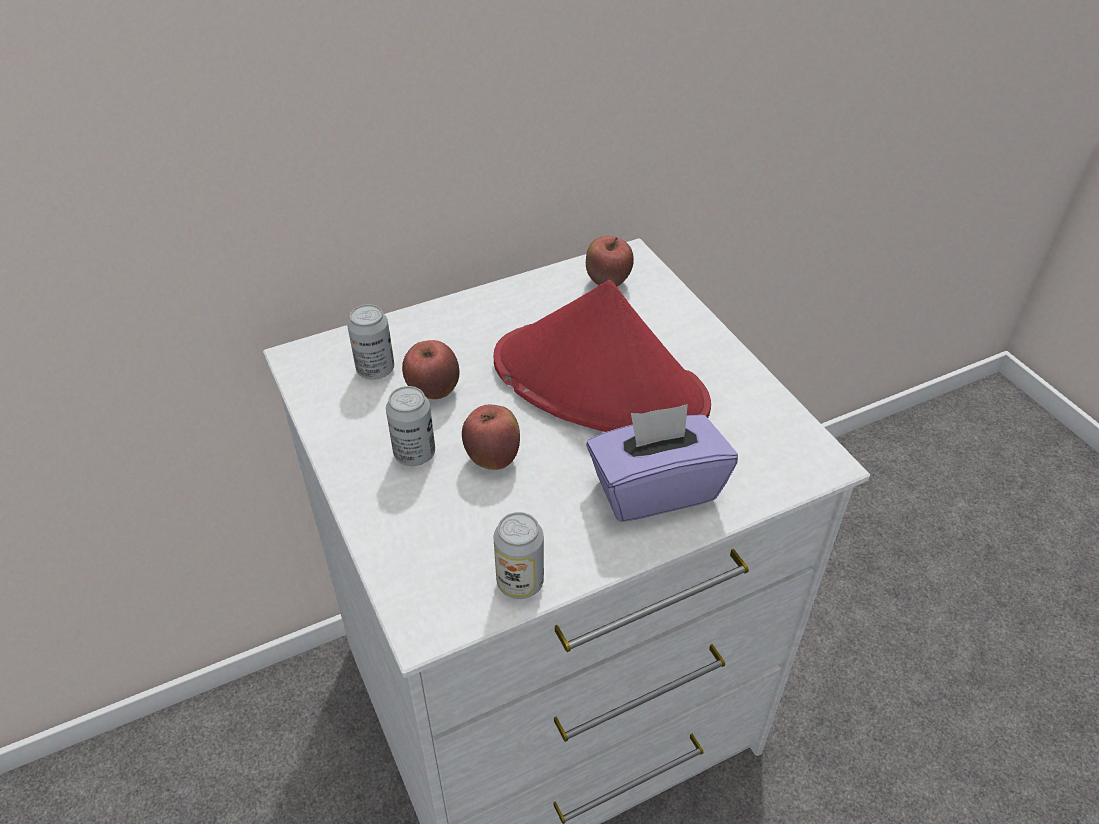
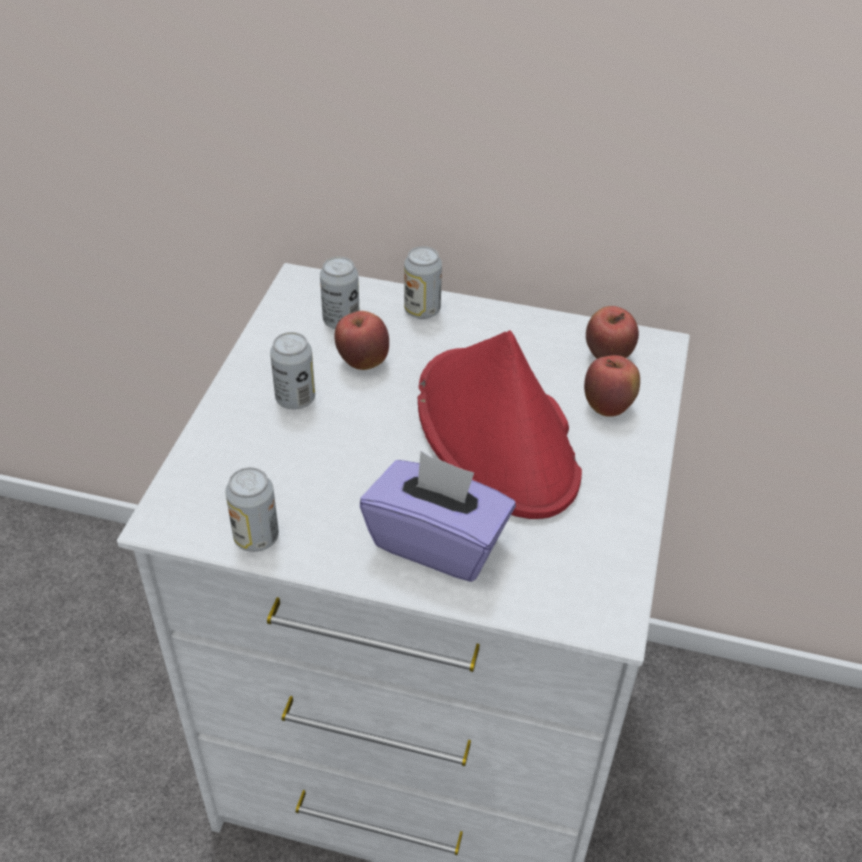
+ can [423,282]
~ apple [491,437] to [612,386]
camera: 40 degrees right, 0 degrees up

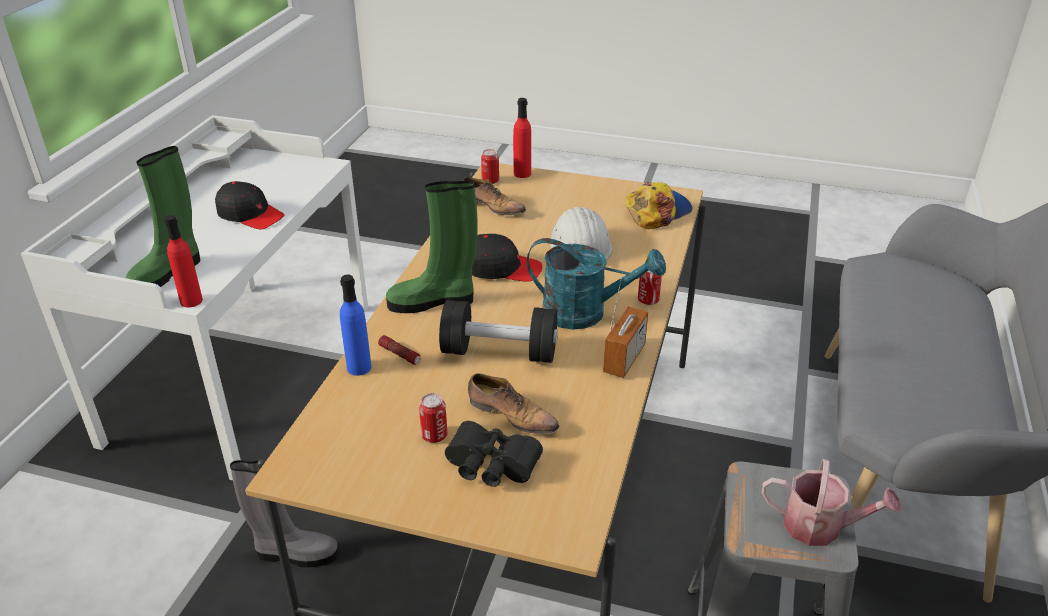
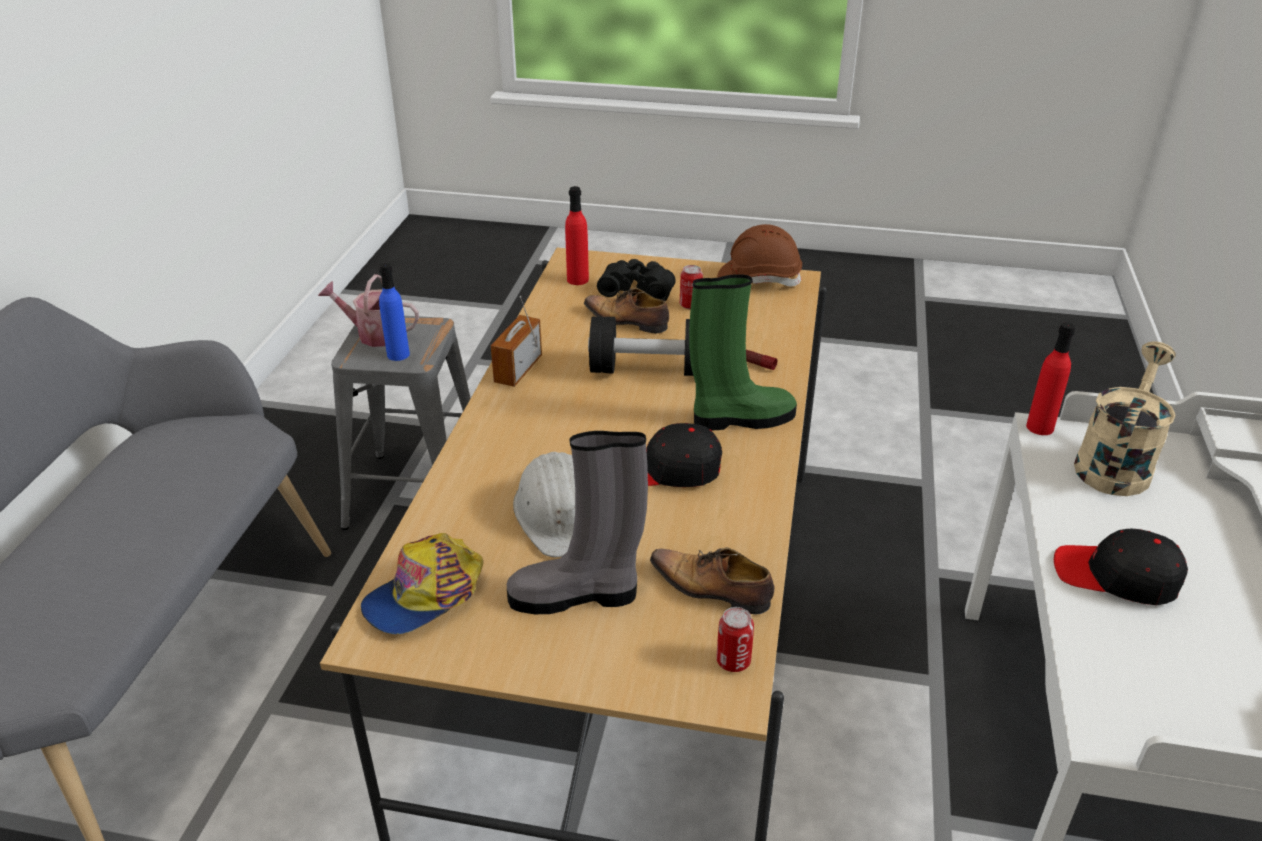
~ blue bottle [355,325] to [394,312]
~ grey boot [284,514] to [577,522]
~ red bottle [522,138] to [577,235]
+ brown hard hat [759,255]
~ green boot [163,216] to beige watering can [1125,418]
- turquoise watering can [596,284]
- can [650,287]
camera: 175 degrees right, 0 degrees up

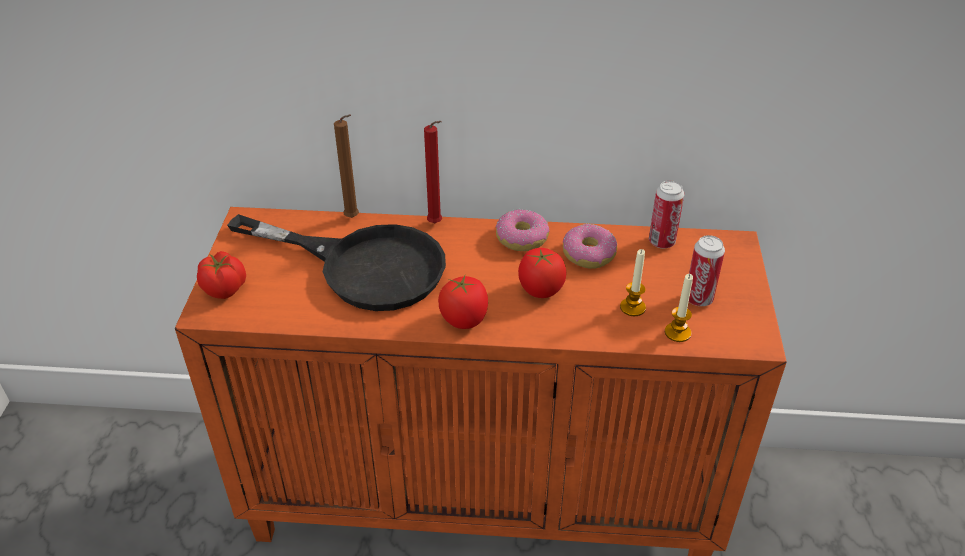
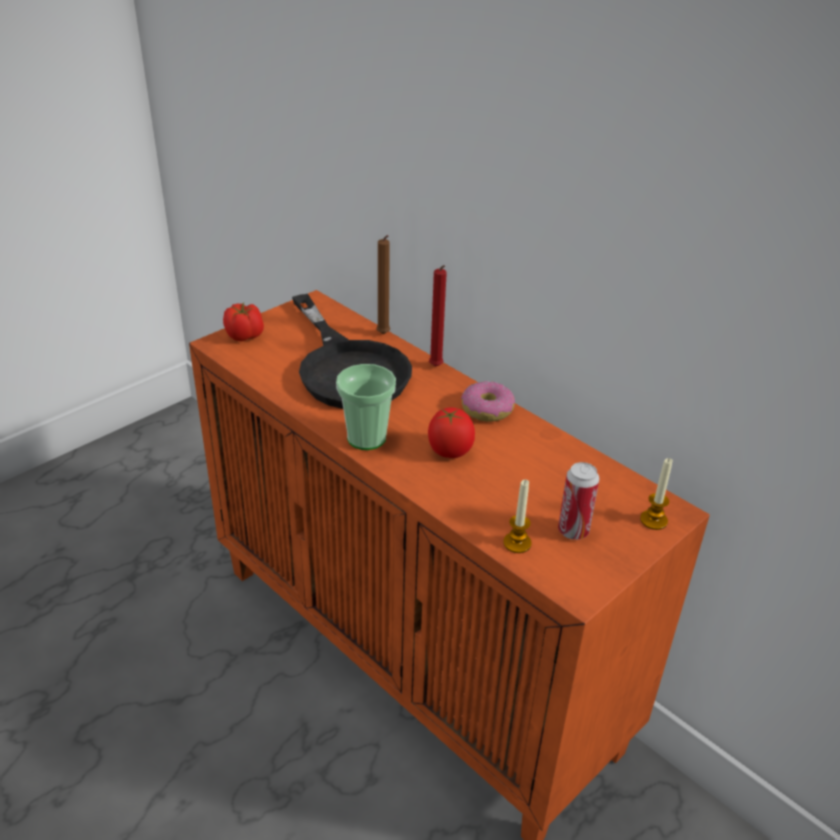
~ tomato [463,302] to cup [366,407]
~ candle [633,282] to [656,494]
- donut [590,246]
- can [666,215]
camera: 40 degrees right, 5 degrees down

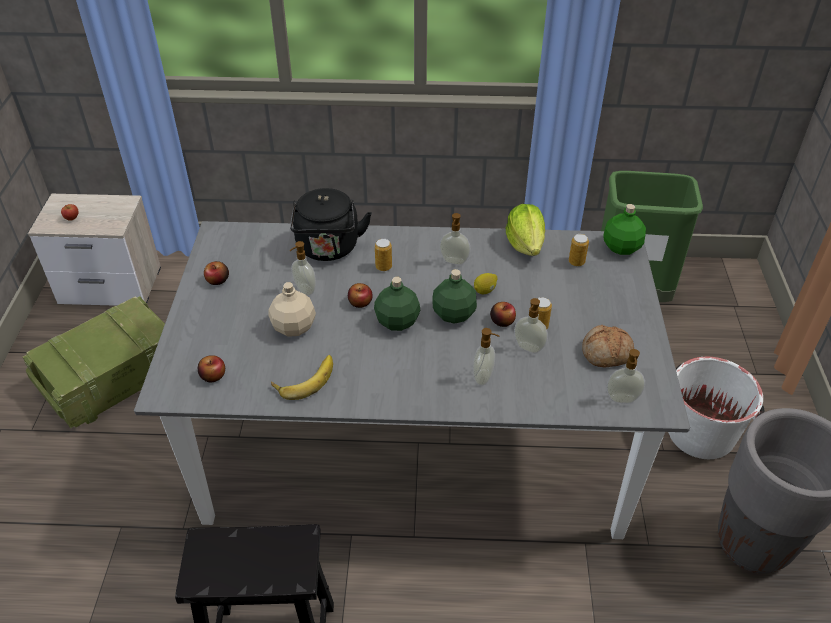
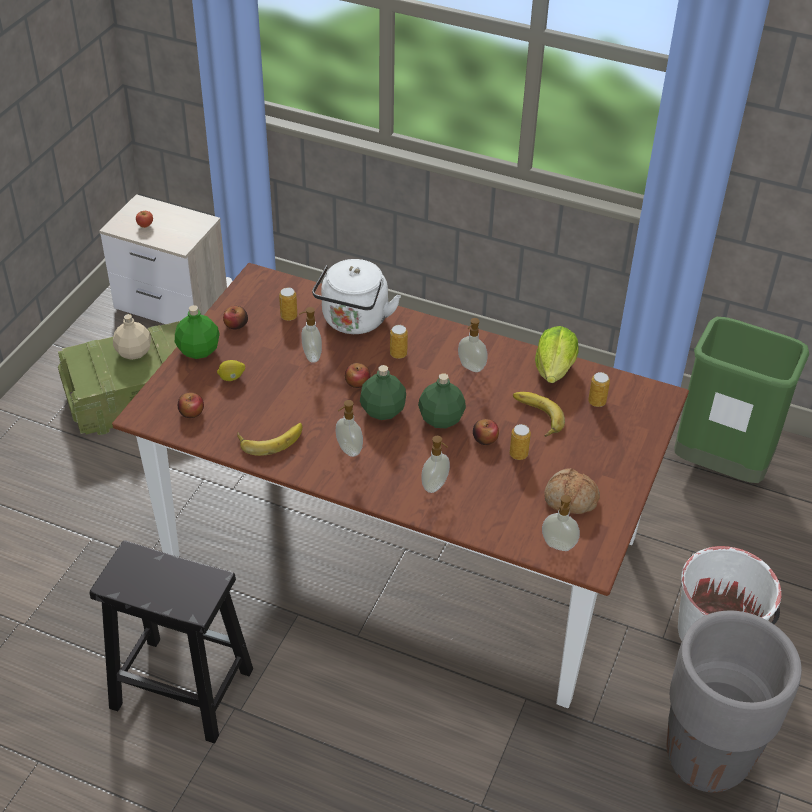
~ grey dining table [412,380] to brown dining table [400,485]
~ beige bottle [292,309] to [132,337]
~ green bottle [624,229] to [197,332]
~ lemon [485,283] to [231,370]
+ can [288,304]
~ black kettle [331,224] to white kettle [356,296]
~ soap dispenser [531,325] to [349,428]
+ banana [539,414]
camera: 20 degrees right, 0 degrees up

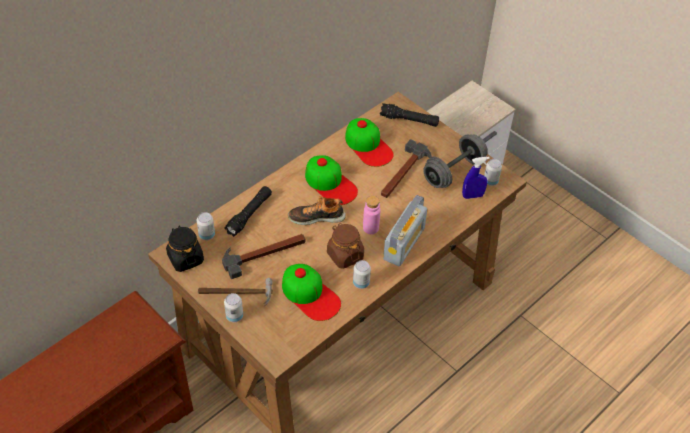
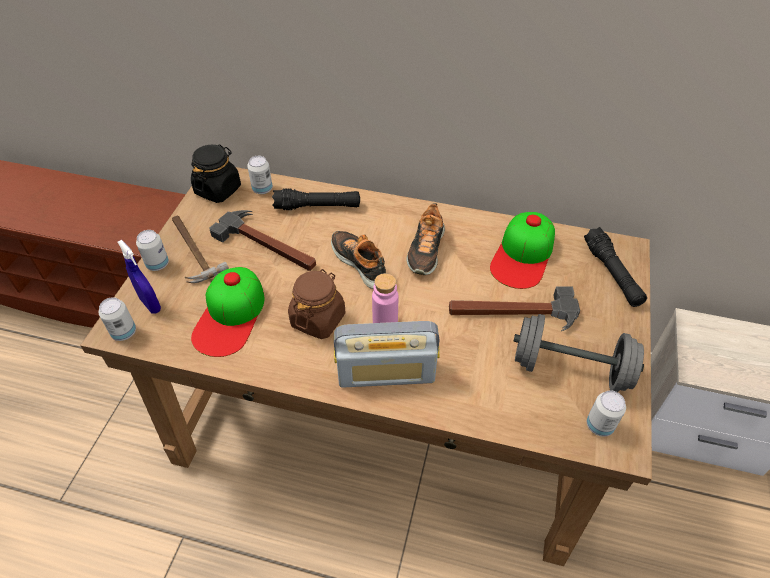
~ can [362,274] to [117,319]
~ blue spray bottle [476,178] to [139,277]
~ cap [331,180] to shoe [426,239]
camera: 60 degrees right, 0 degrees up

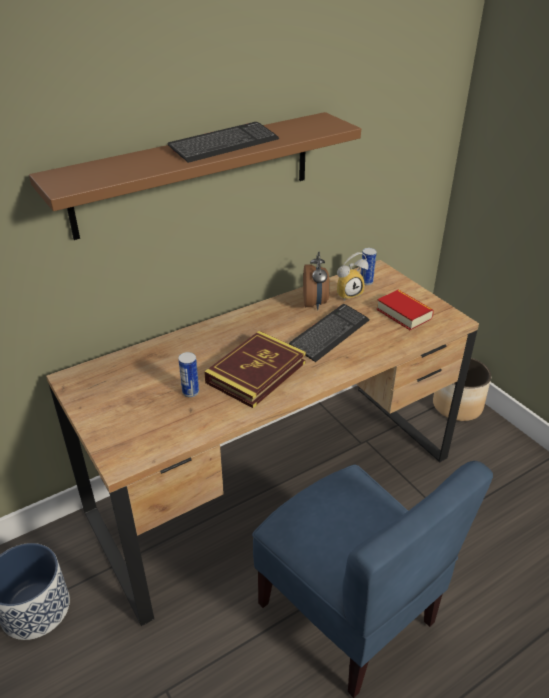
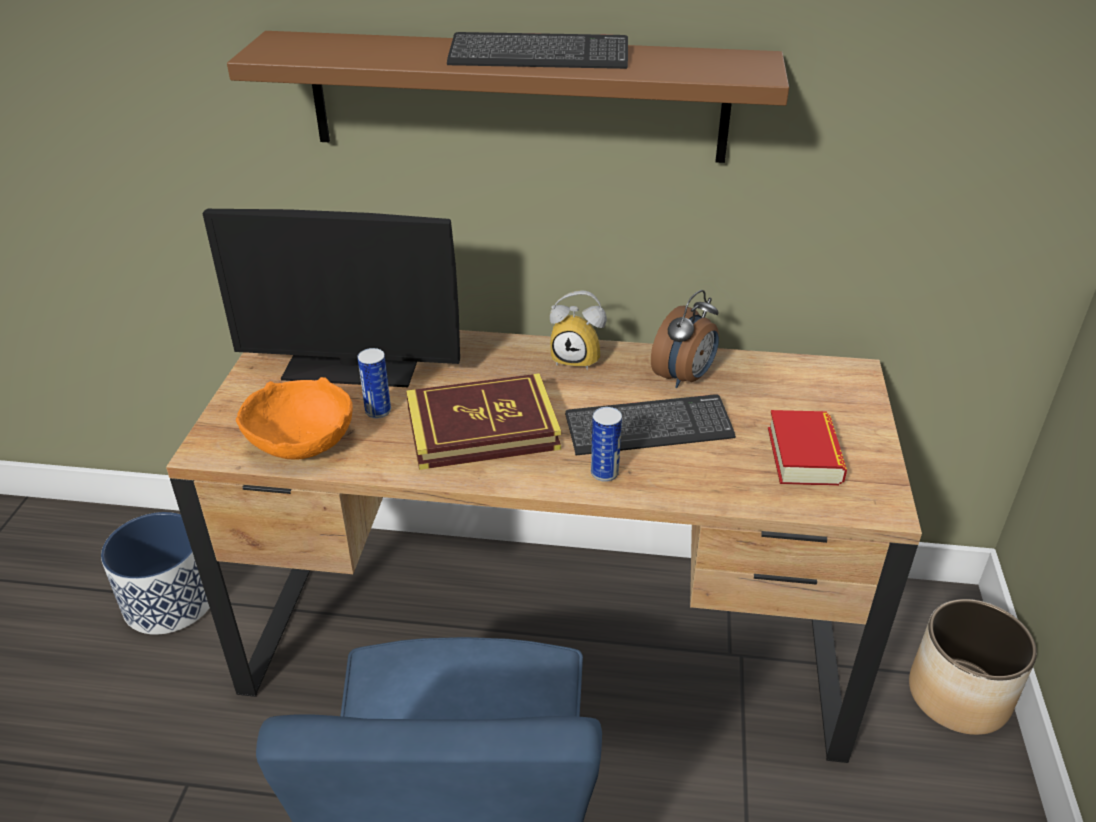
+ monitor [331,298]
+ orange bowl [294,418]
~ alarm clock [353,276] to [578,330]
~ can [369,266] to [606,444]
camera: 40 degrees right, 0 degrees up

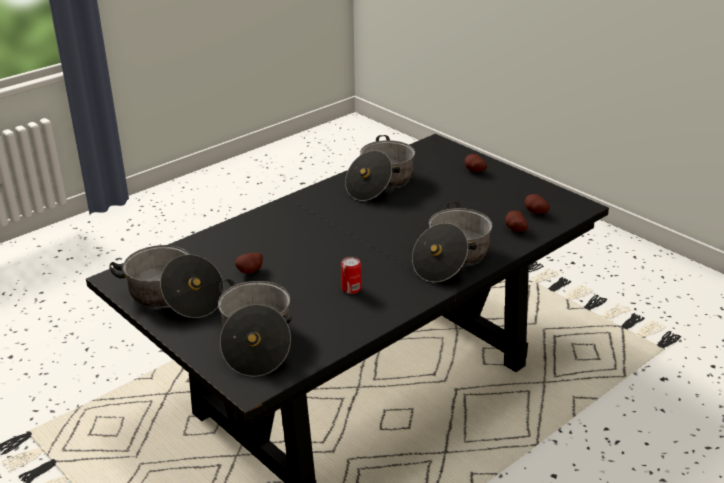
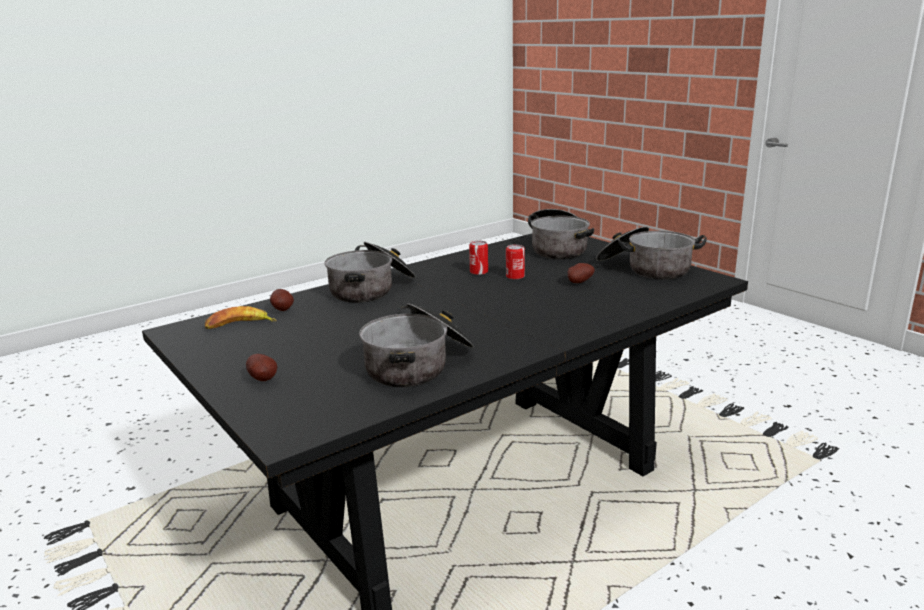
~ potato [537,204] to banana [241,317]
+ can [515,262]
camera: 175 degrees left, 10 degrees down

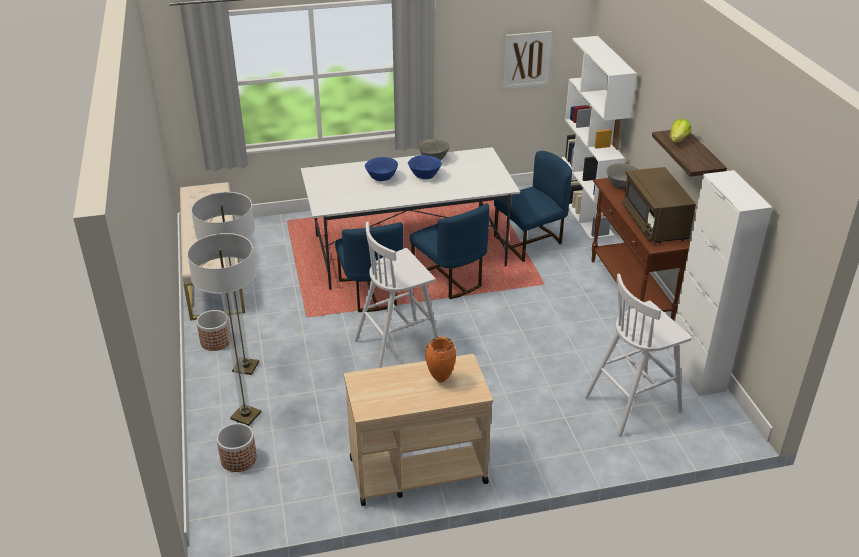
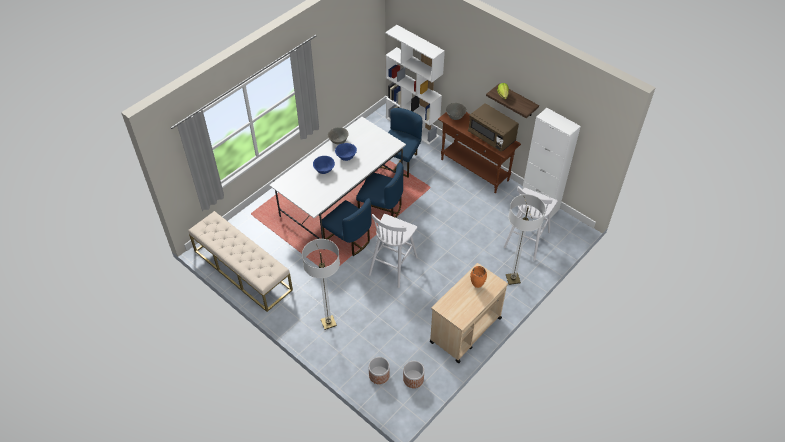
~ planter [212,330] to [413,374]
~ floor lamp [224,329] to [526,239]
- picture [527,60]
camera: 35 degrees left, 15 degrees up

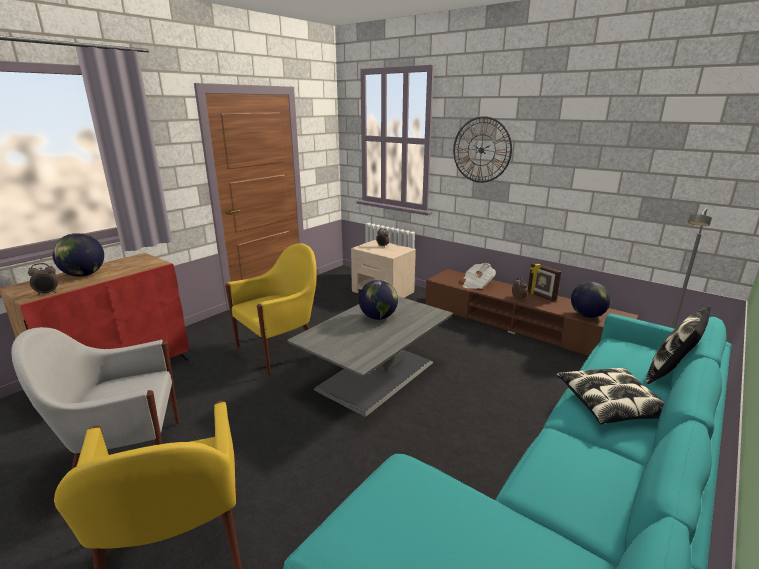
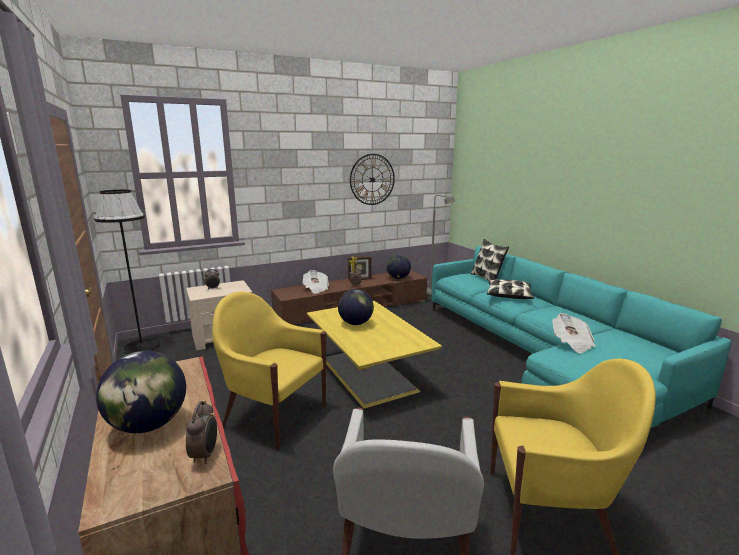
+ black floor lamp [127,272]
~ yellow armchair [271,309] = [269,371] 45 degrees counterclockwise
~ grey coffee table [370,356] to yellow coffee table [374,354]
~ wall clock [482,149] to [372,179]
+ newspaper [574,333]
camera: 65 degrees left, 5 degrees down

